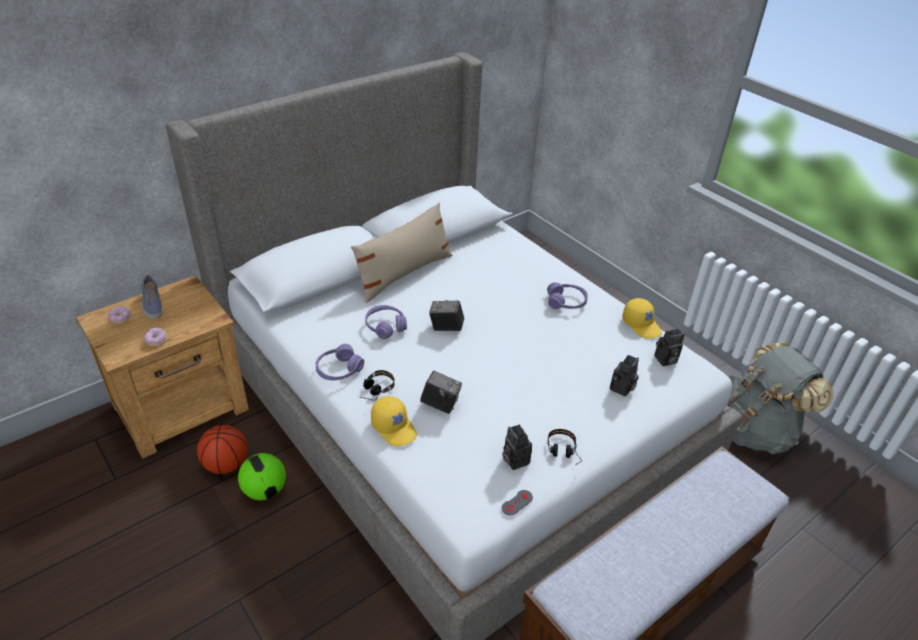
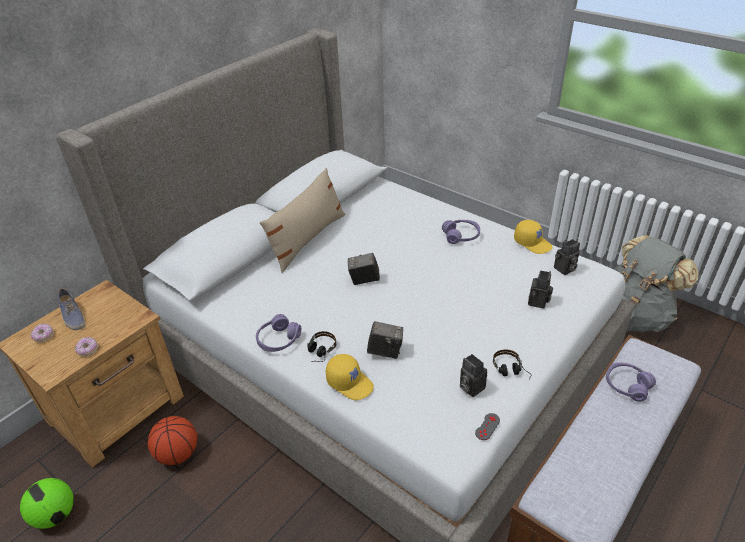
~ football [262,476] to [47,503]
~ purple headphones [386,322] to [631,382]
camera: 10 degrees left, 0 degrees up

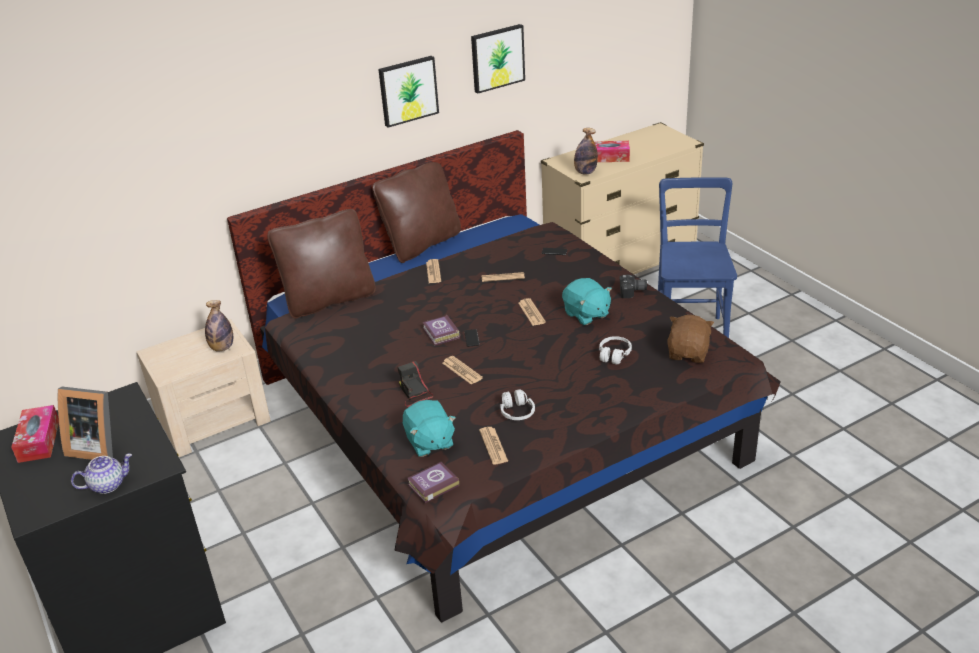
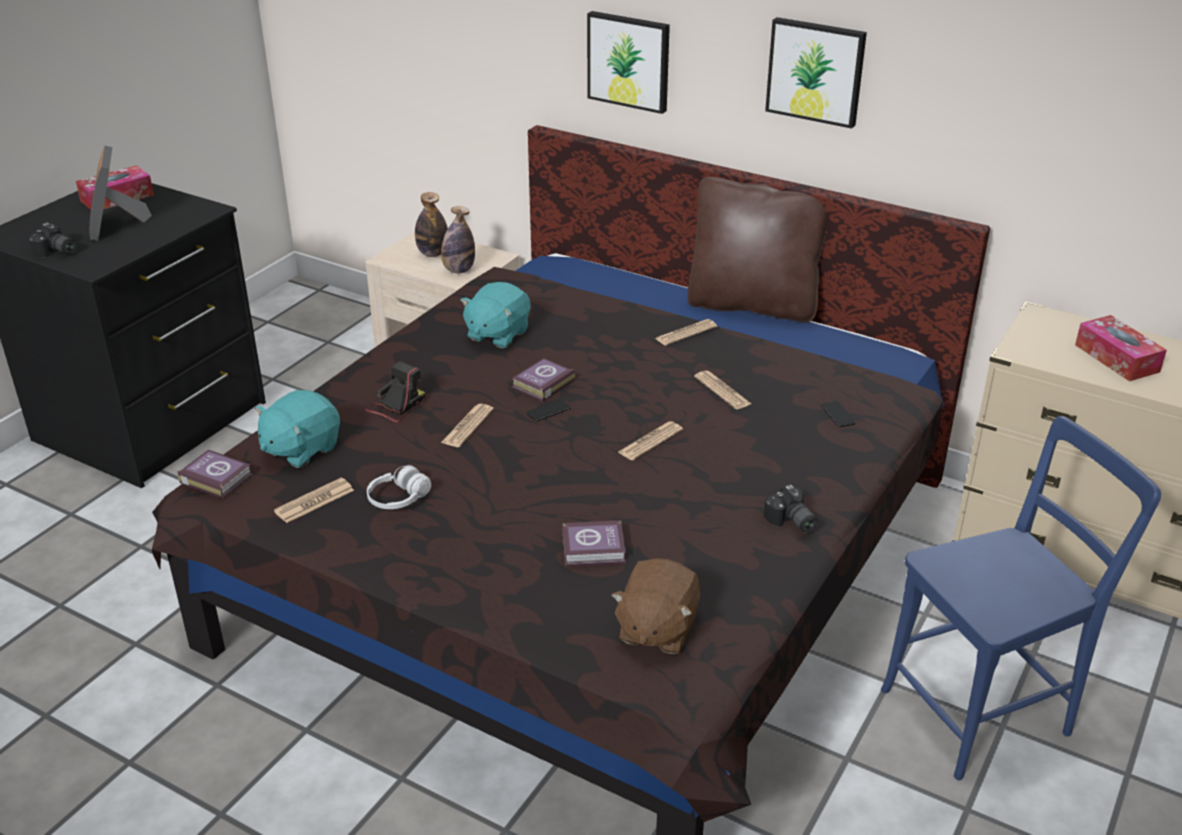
~ teapot [101,474] to photo camera [52,240]
~ bottle [586,151] to [431,224]
~ turquoise plush toy [587,301] to [495,315]
~ white headphones [615,350] to book [594,543]
~ picture [498,58] to [628,62]
~ brown plush toy [690,339] = [655,606] 120 degrees clockwise
- brown pillow [321,264]
camera: 60 degrees right, 0 degrees up

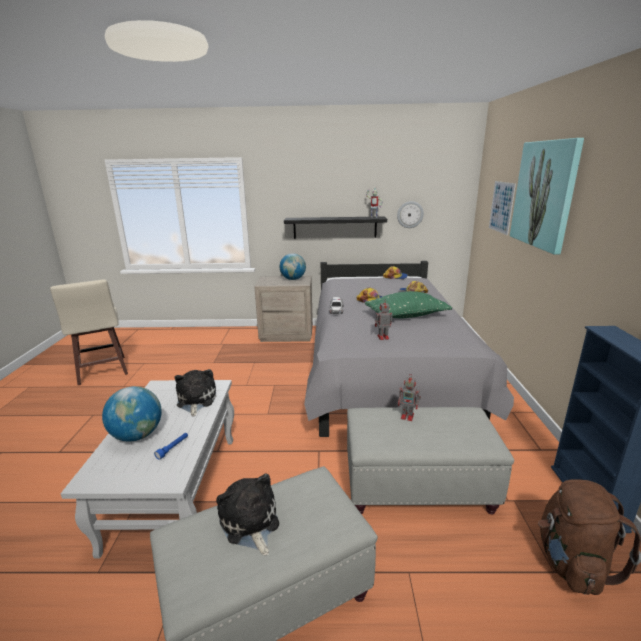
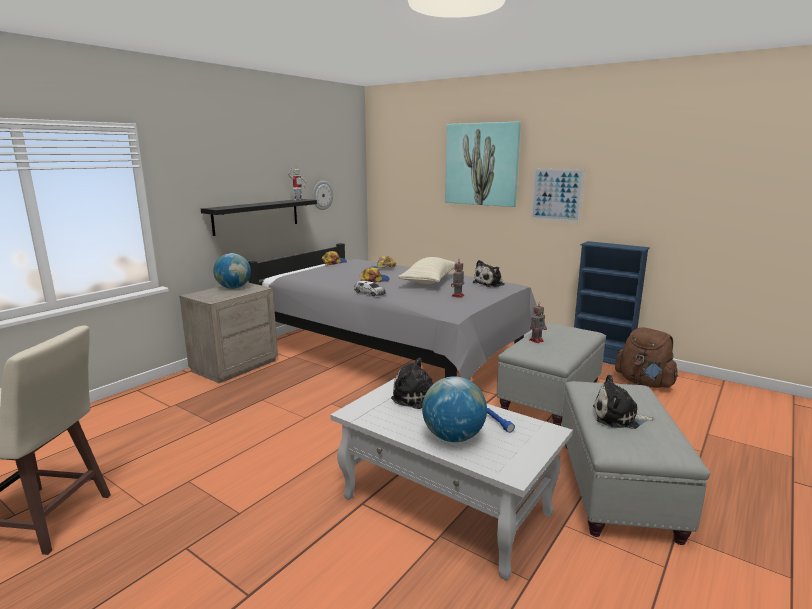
~ green pillow [408,304] to beige pillow [426,270]
+ plush toy [488,273]
~ picture [502,208] to [557,195]
camera: 55 degrees left, 5 degrees down

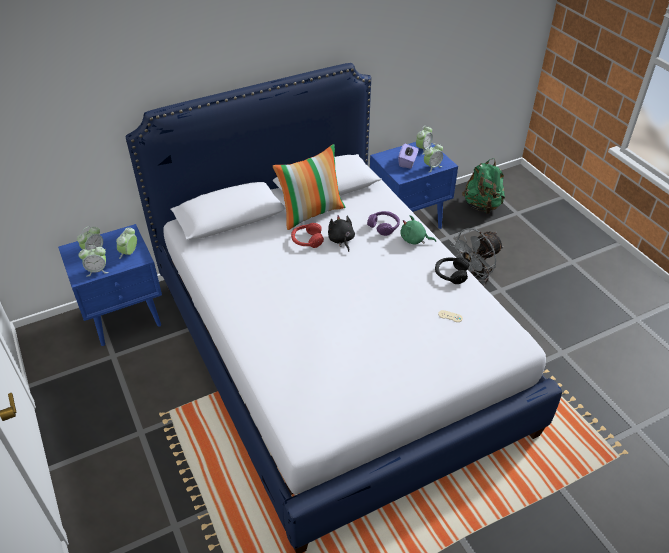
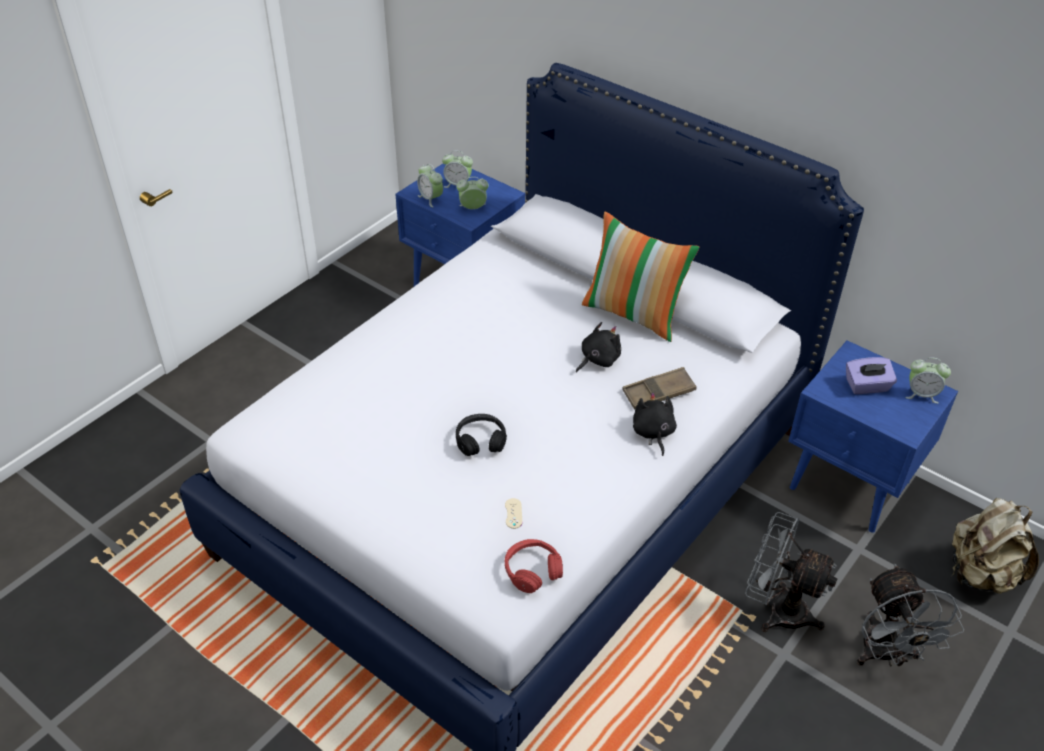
~ black headphones [452,270] to [481,435]
~ red headphones [307,235] to [534,566]
~ purple headphones [383,223] to brown tray [659,388]
~ green plush toy [418,230] to black plush toy [655,424]
+ grey fan [910,615]
~ green backpack [483,186] to beige backpack [995,546]
- alarm clock [433,157]
camera: 65 degrees right, 0 degrees up

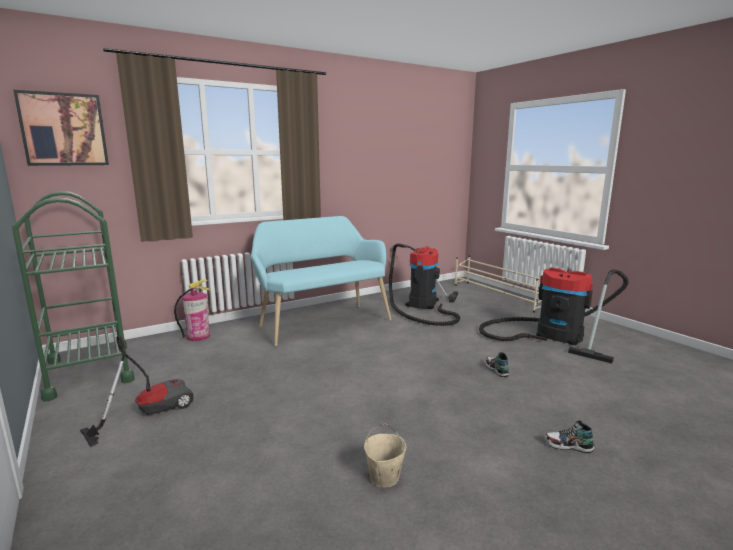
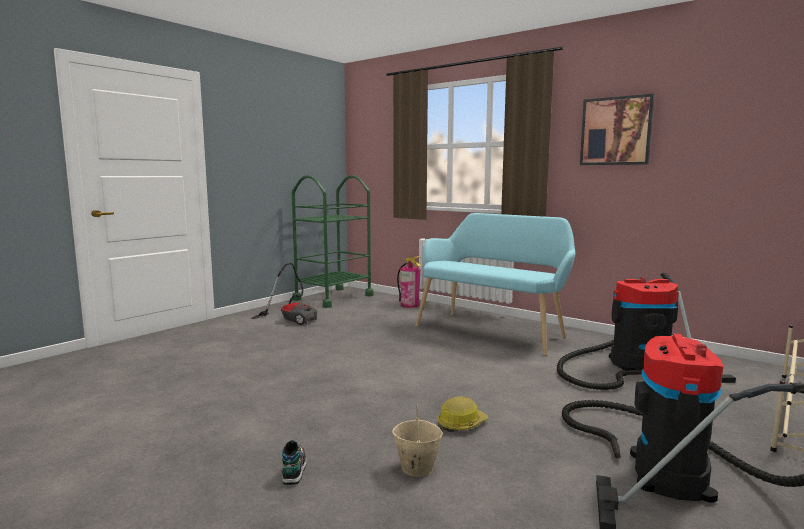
~ beige bucket [385,455] to [417,441]
~ shoe [497,364] to hard hat [463,414]
~ picture [61,128] to [617,129]
camera: 70 degrees right, 5 degrees down

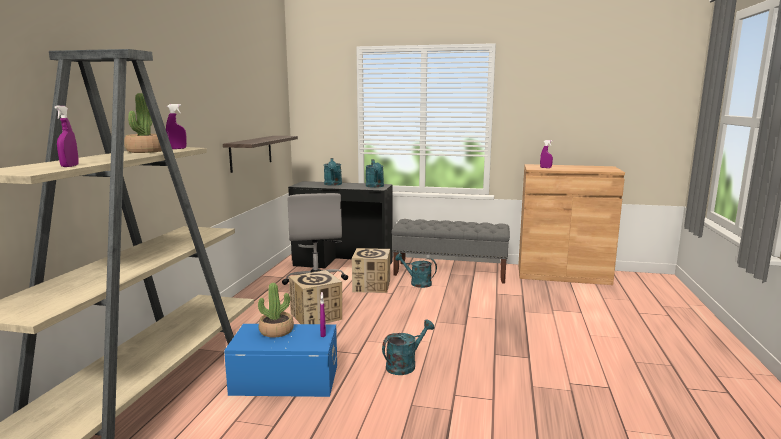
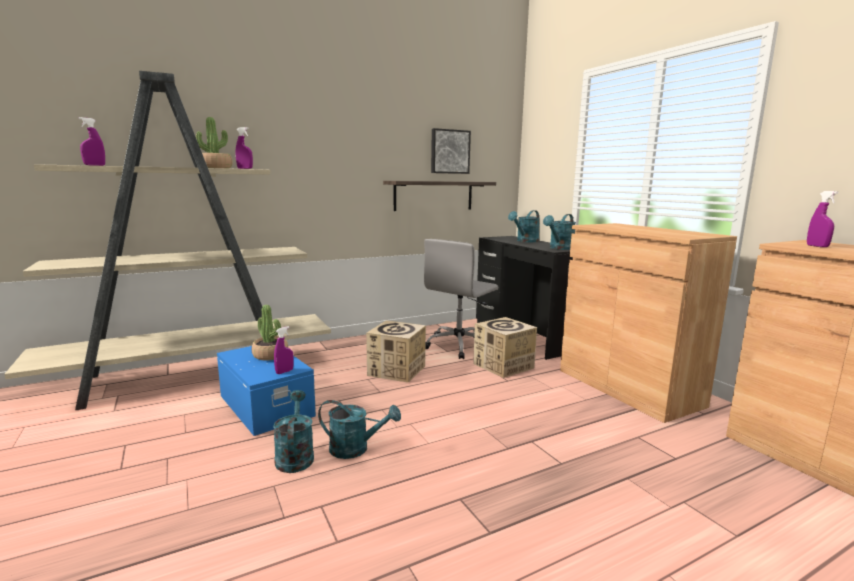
~ turquoise watering can [416,270] to [293,431]
+ picture [451,151]
~ grey bench [450,251] to brown cabinet [648,323]
camera: 50 degrees right, 0 degrees up

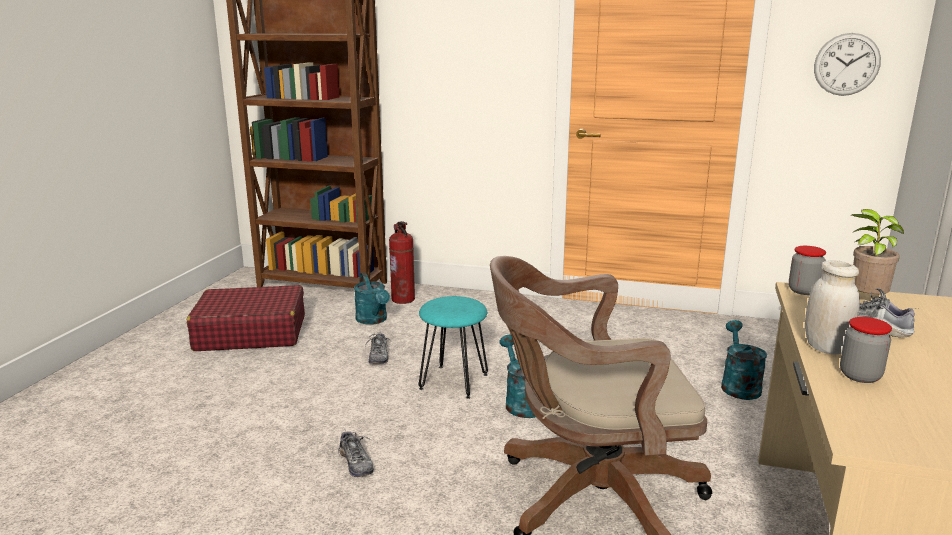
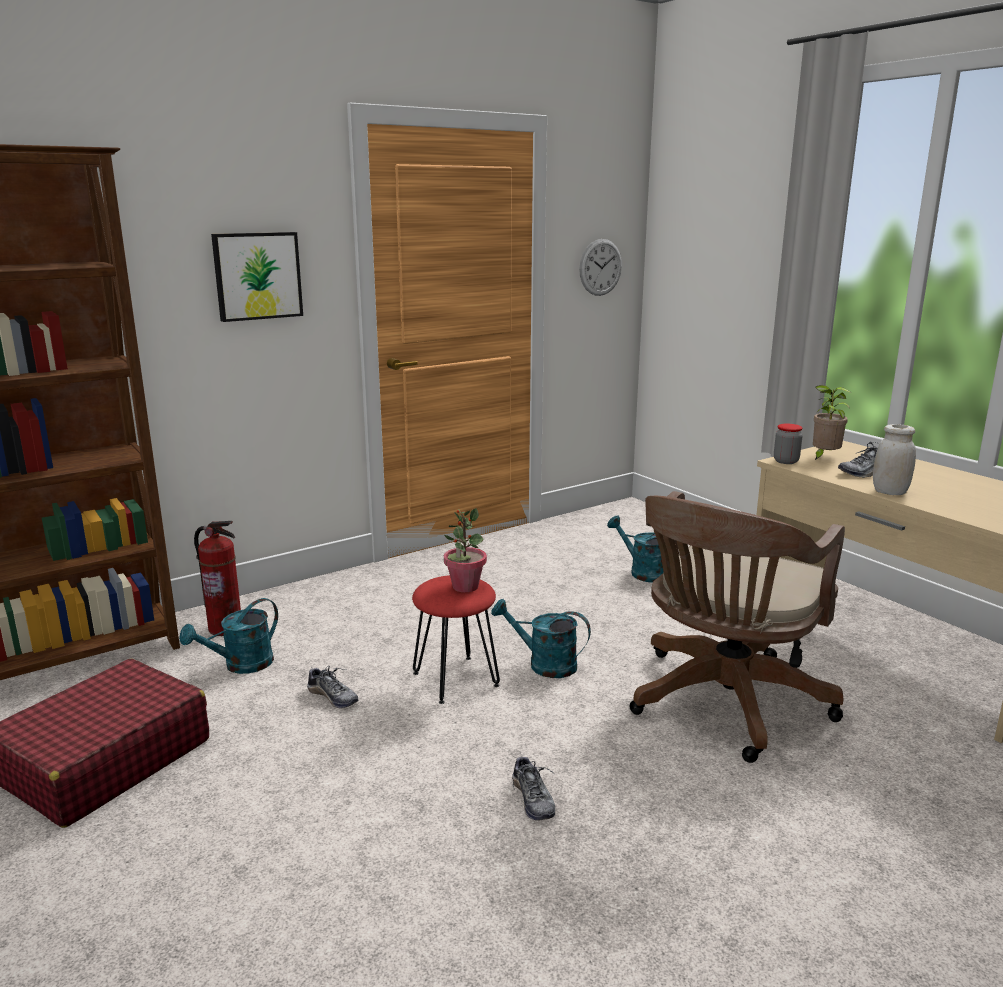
~ turquoise watering can [372,299] = [228,636] 120 degrees clockwise
+ picture [257,277]
~ turquoise stool [453,347] to red stool [456,639]
+ potted plant [465,550]
~ shoe [356,453] = [533,787] 60 degrees clockwise
- jar [866,350]
camera: 50 degrees left, 0 degrees up

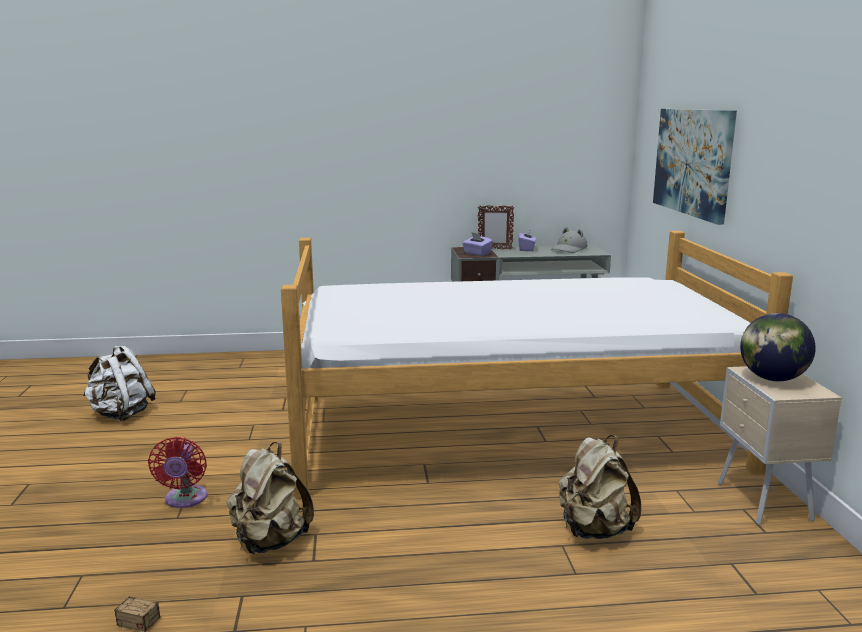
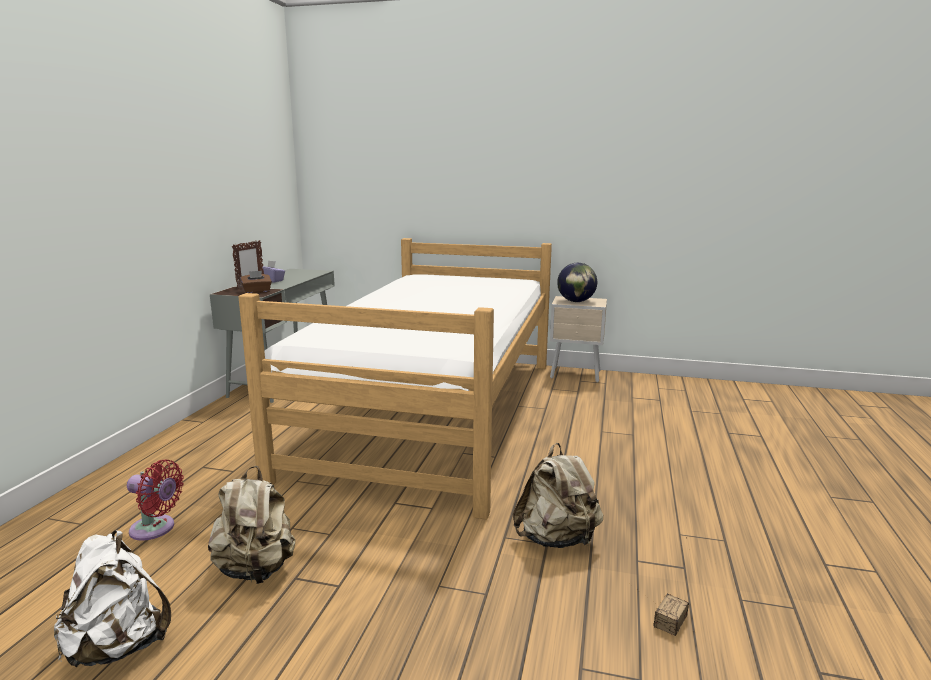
~ red fan [177,472] to [155,500]
~ beige backpack [600,487] to [251,525]
~ purple tissue box [477,244] to brown tissue box [256,282]
- grey hat [569,240]
- picture [695,167]
camera: 70 degrees left, 0 degrees up

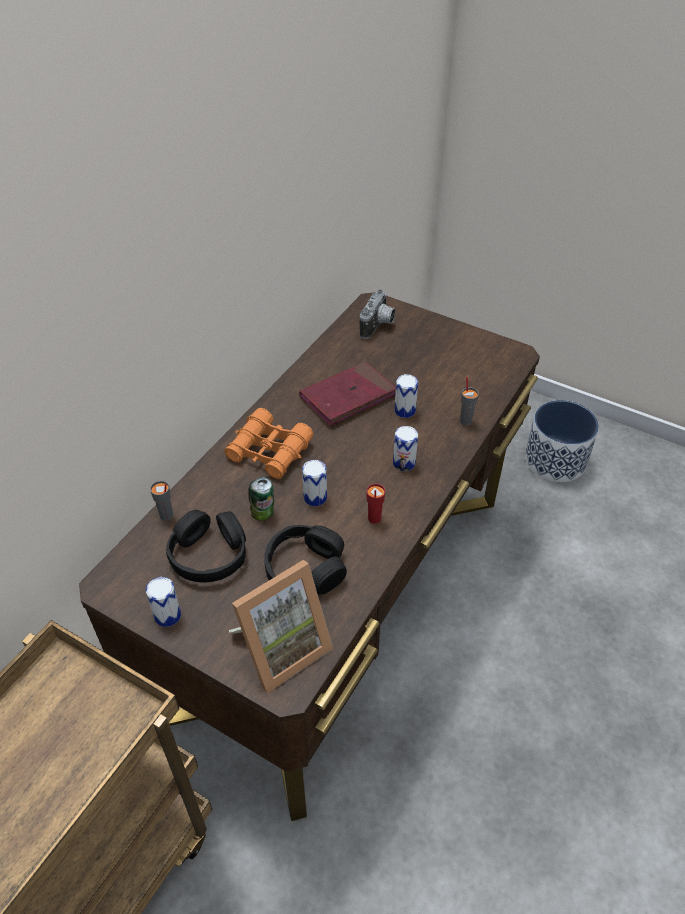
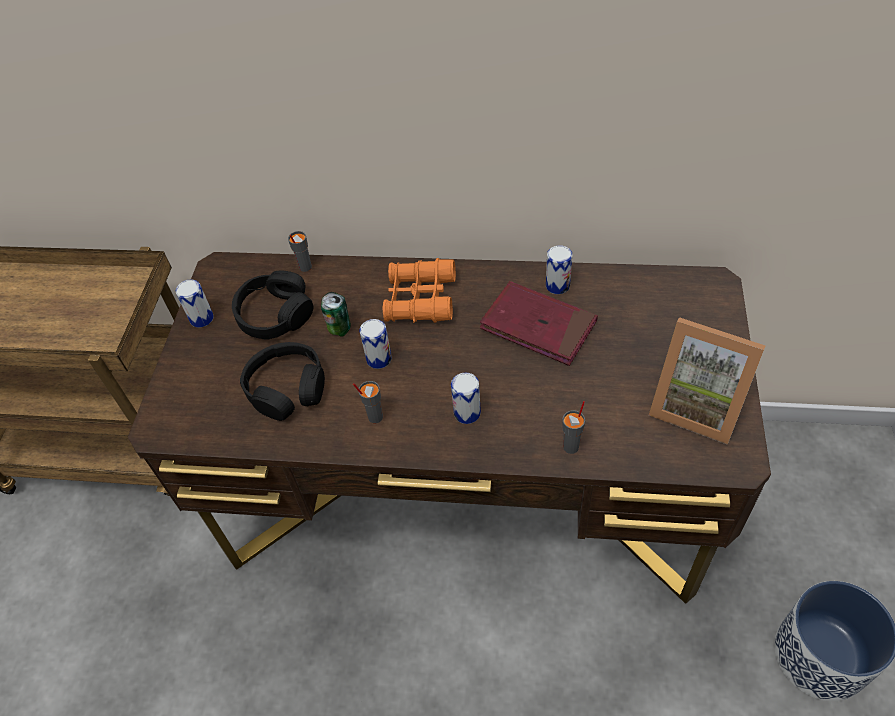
~ red cup [375,504] to grey cup [368,402]
~ can [406,396] to [559,269]
~ picture frame [281,626] to [707,381]
- photo camera [378,314]
camera: 70 degrees right, 5 degrees up

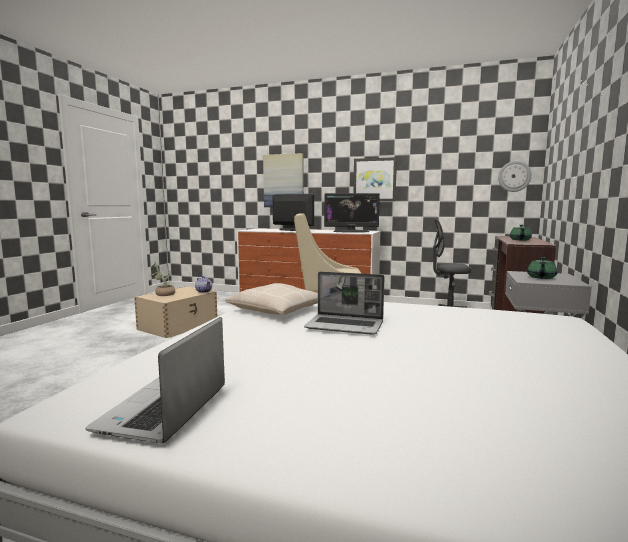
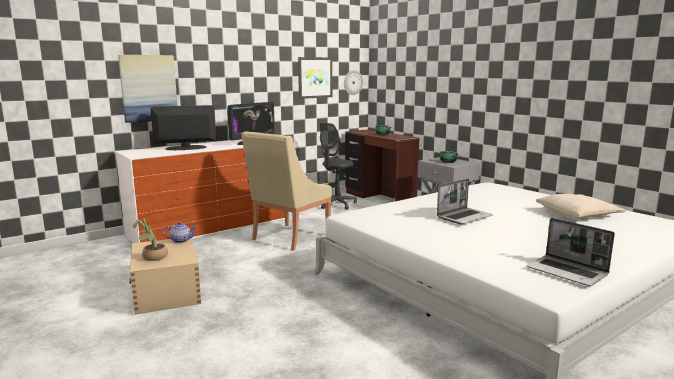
~ picture [375,179] to [315,78]
~ beige pillow [271,299] to [581,206]
camera: 55 degrees left, 5 degrees up

